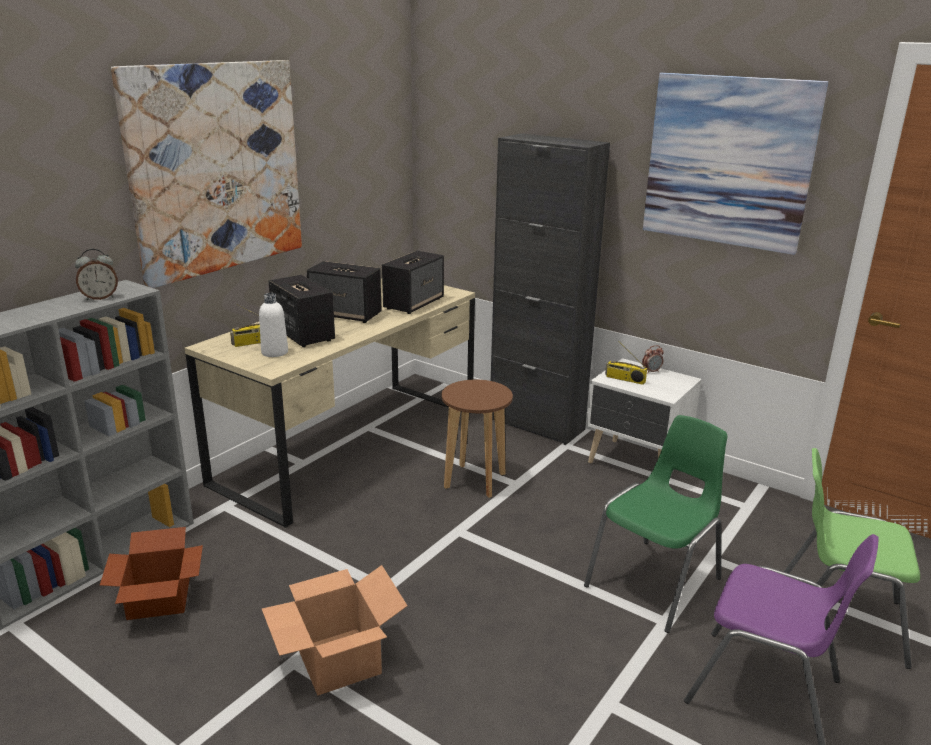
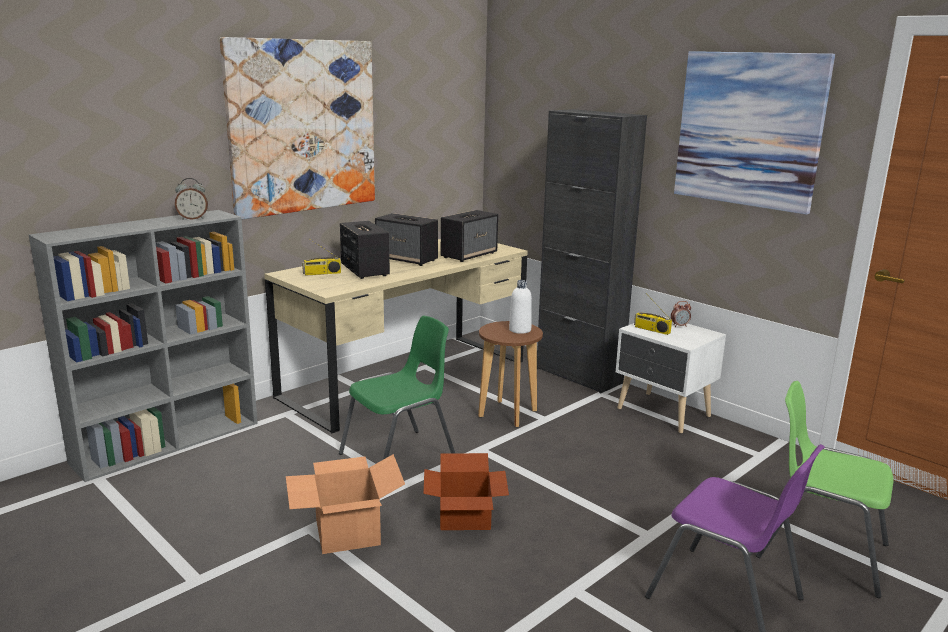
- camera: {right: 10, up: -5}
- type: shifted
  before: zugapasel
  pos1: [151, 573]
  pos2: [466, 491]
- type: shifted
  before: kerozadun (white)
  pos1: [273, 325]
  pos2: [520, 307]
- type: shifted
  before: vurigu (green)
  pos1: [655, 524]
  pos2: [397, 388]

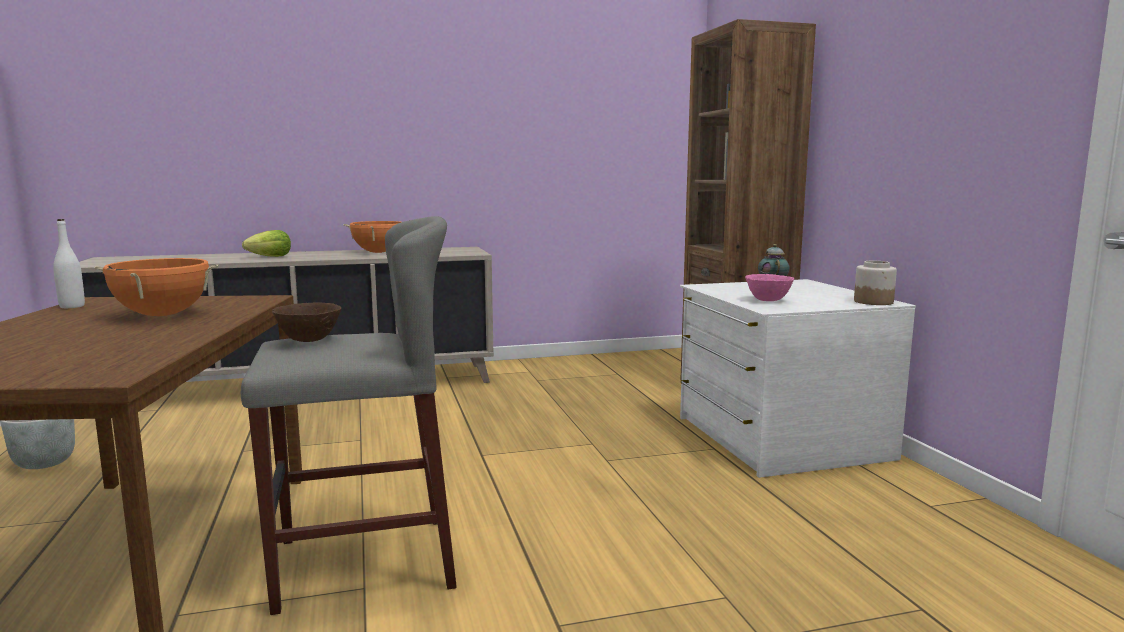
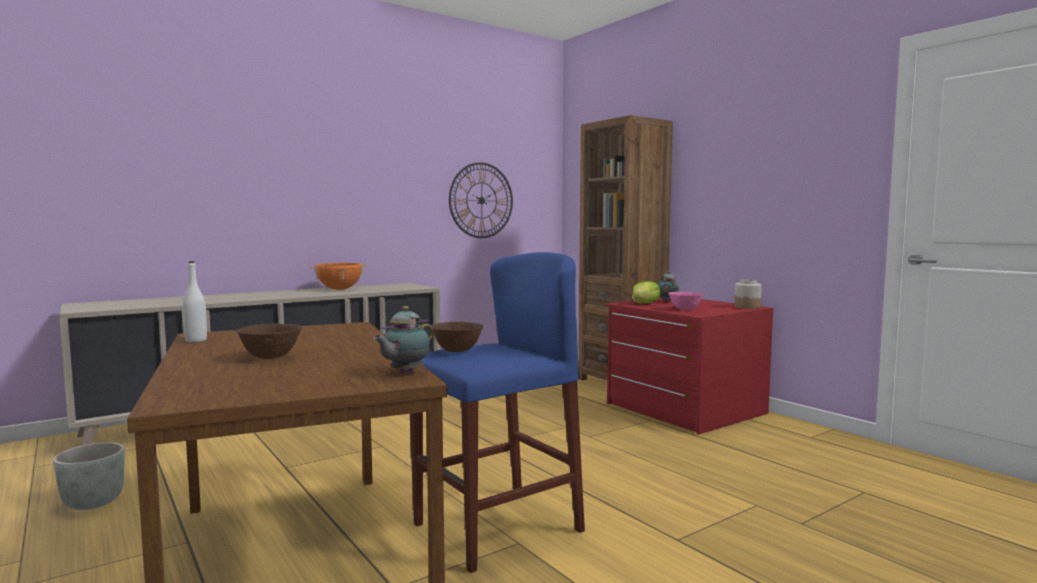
- camera: {right: -20, up: -5}
- type: gone
  before: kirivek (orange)
  pos1: [157, 287]
- type: new
  after: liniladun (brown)
  pos2: [269, 341]
- type: new
  after: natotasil
  pos2: [403, 340]
- type: new
  after: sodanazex
  pos2: [481, 200]
- type: shifted
  before: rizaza
  pos1: [266, 243]
  pos2: [646, 292]
- type: repainted
  before: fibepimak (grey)
  after: fibepimak (blue)
  pos1: [349, 415]
  pos2: [497, 412]
- type: repainted
  before: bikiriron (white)
  after: bikiriron (red)
  pos1: [798, 378]
  pos2: [689, 366]

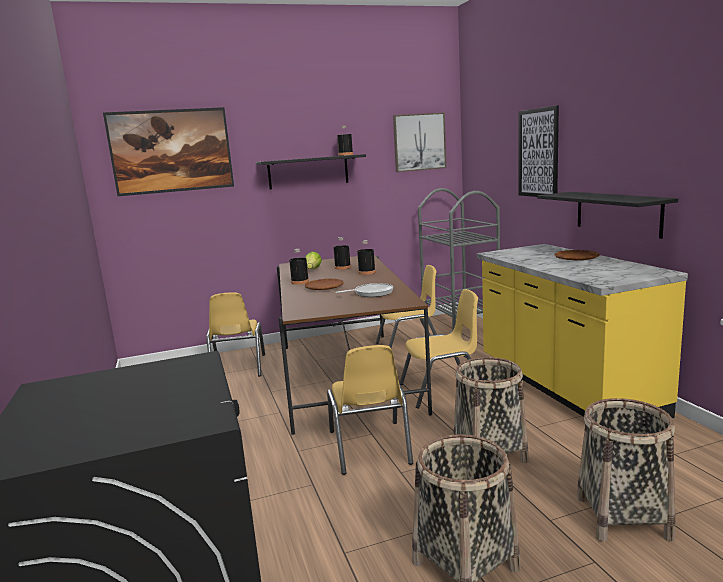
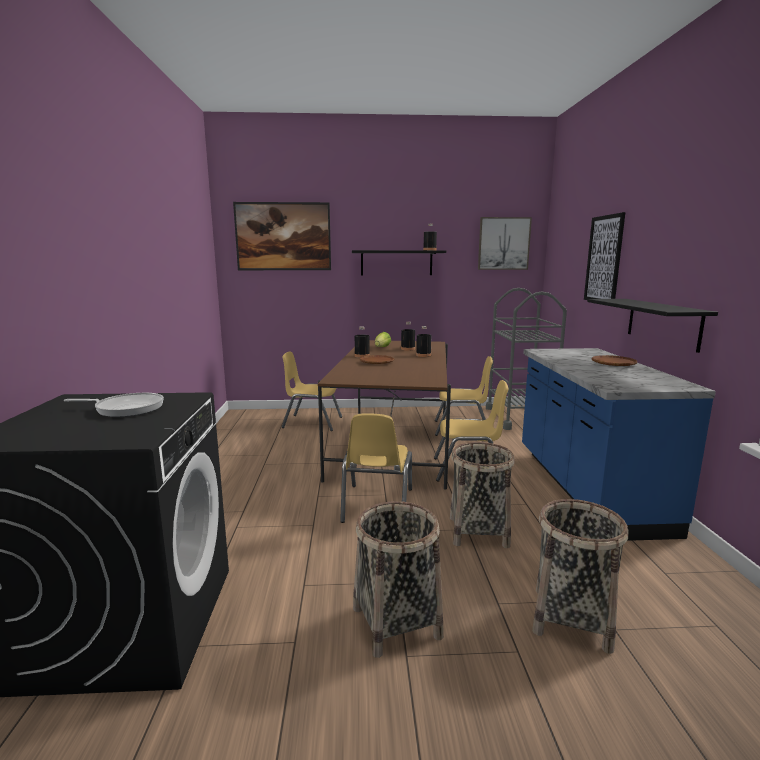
- camera: {right: 15, up: 0}
- type: shifted
  before: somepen
  pos1: [364, 290]
  pos2: [114, 405]
- type: repainted
  before: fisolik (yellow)
  after: fisolik (blue)
  pos1: [582, 331]
  pos2: [619, 444]
- type: rotated
  before: vurigu (yellow)
  pos1: [235, 334]
  pos2: [312, 391]
  turn: 90

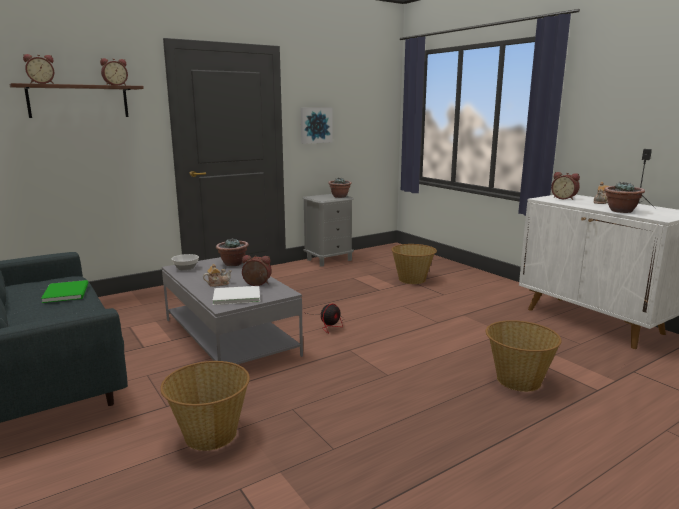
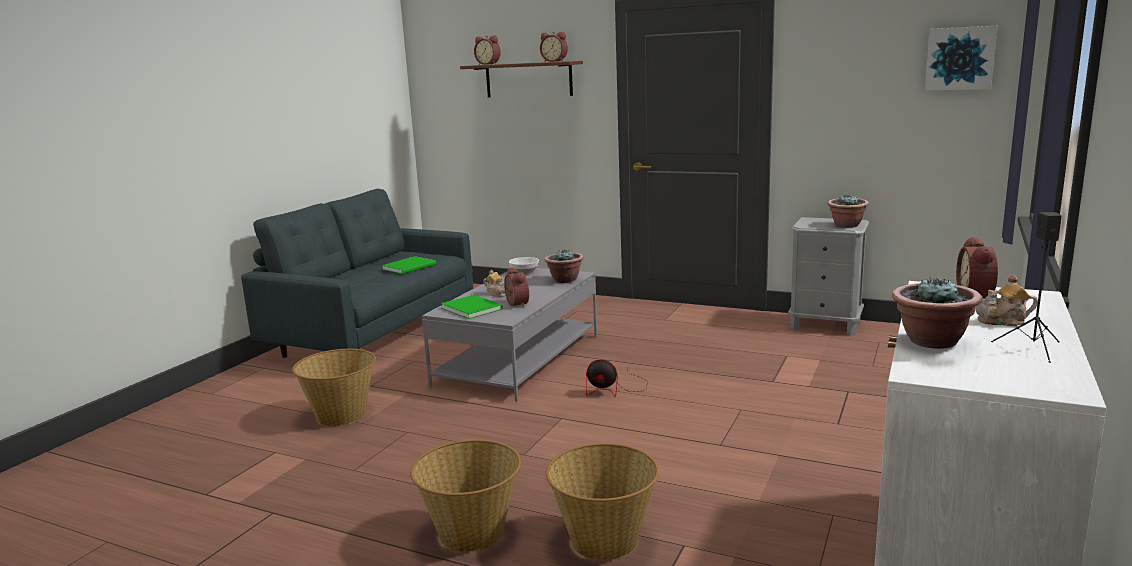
- camera: {right: 60, up: 0}
- type: shifted
  before: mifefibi
  pos1: [317, 126]
  pos2: [961, 58]
- type: shifted
  before: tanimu
  pos1: [414, 264]
  pos2: [465, 496]
- type: repainted
  before: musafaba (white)
  after: musafaba (green)
  pos1: [236, 295]
  pos2: [472, 307]

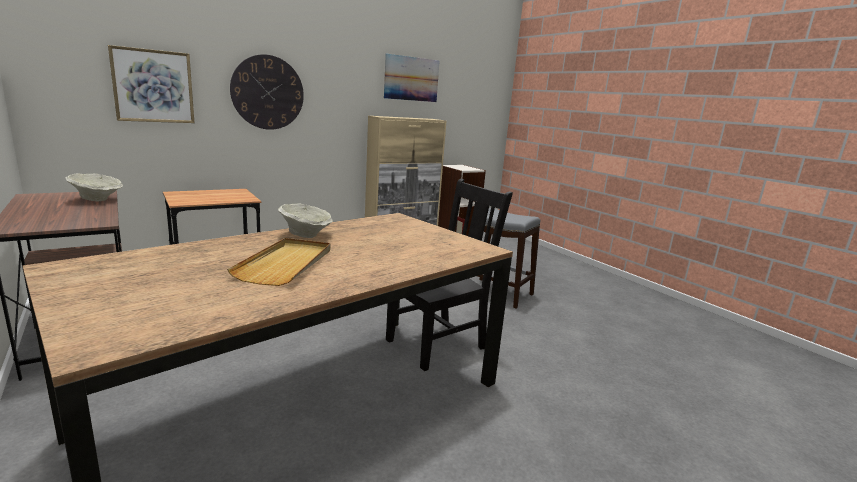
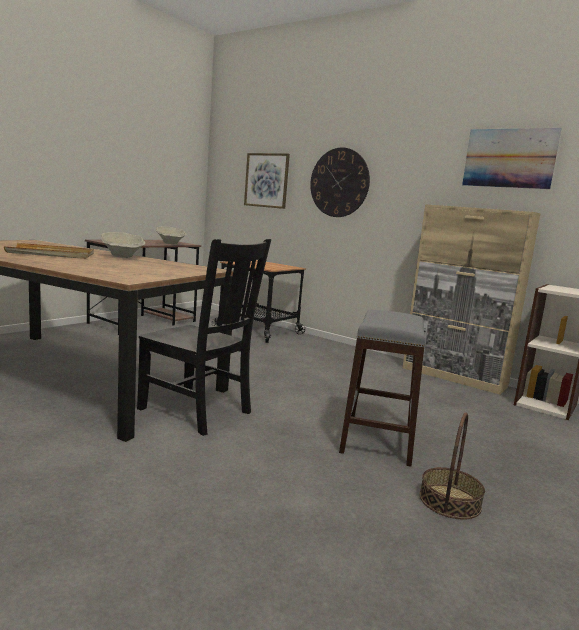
- camera: {right: 70, up: -5}
- type: new
  after: tanimu
  pos2: [452, 466]

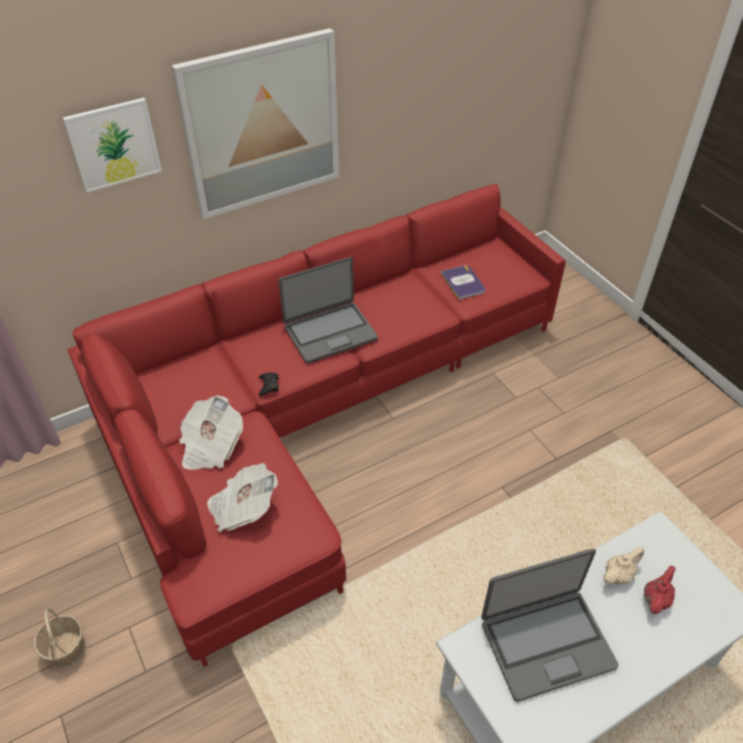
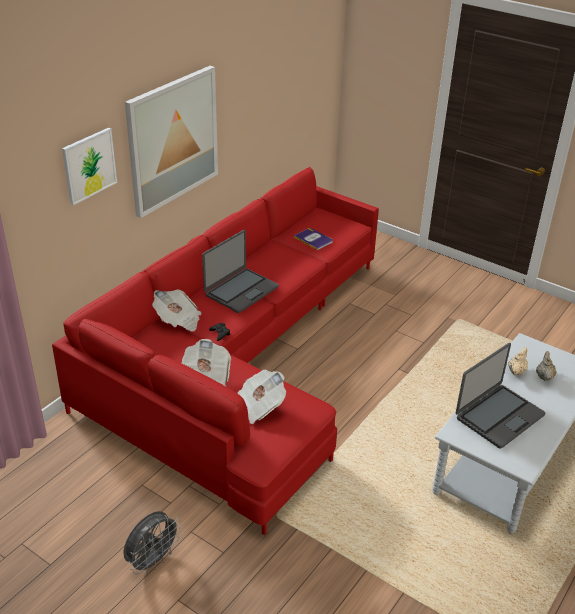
- camera: {right: -25, up: -10}
- type: new
  after: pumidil
  pos2: [176, 310]
- type: swapped
  before: tanimu
  after: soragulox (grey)
  pos1: [60, 638]
  pos2: [152, 542]
- type: repainted
  before: natotasil (red)
  after: natotasil (beige)
  pos1: [659, 590]
  pos2: [546, 366]

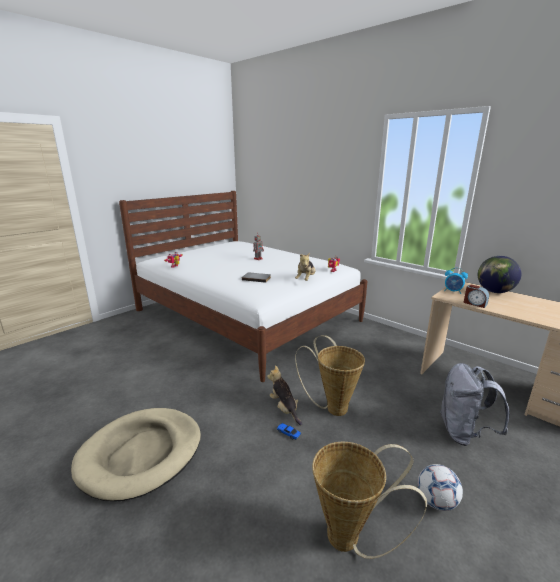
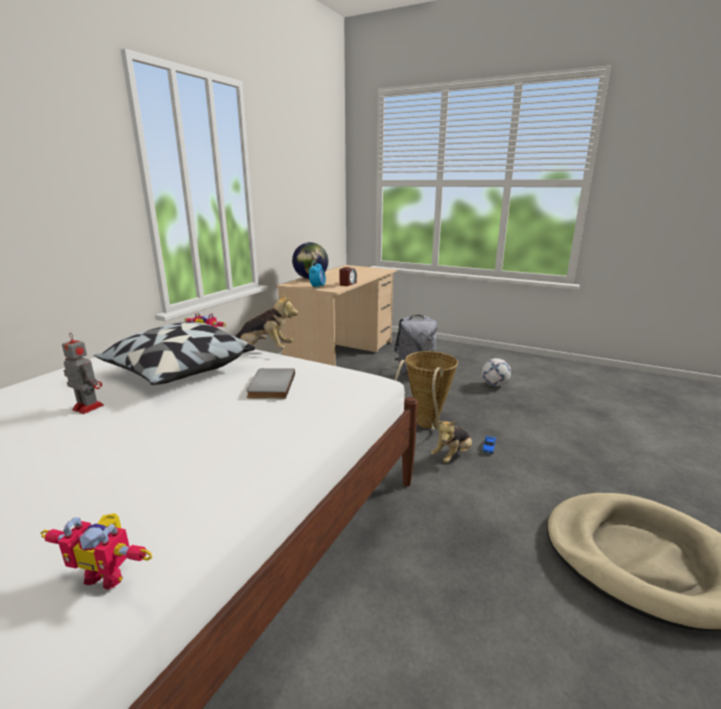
- camera: {right: -105, up: 0}
- type: gone
  before: tanimu
  pos1: [369, 500]
- type: new
  after: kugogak
  pos2: [174, 353]

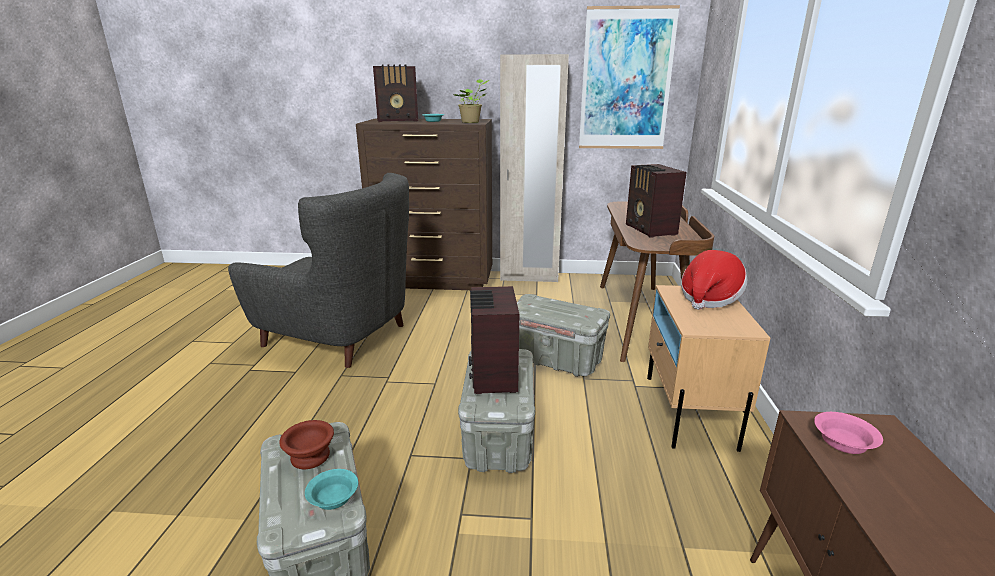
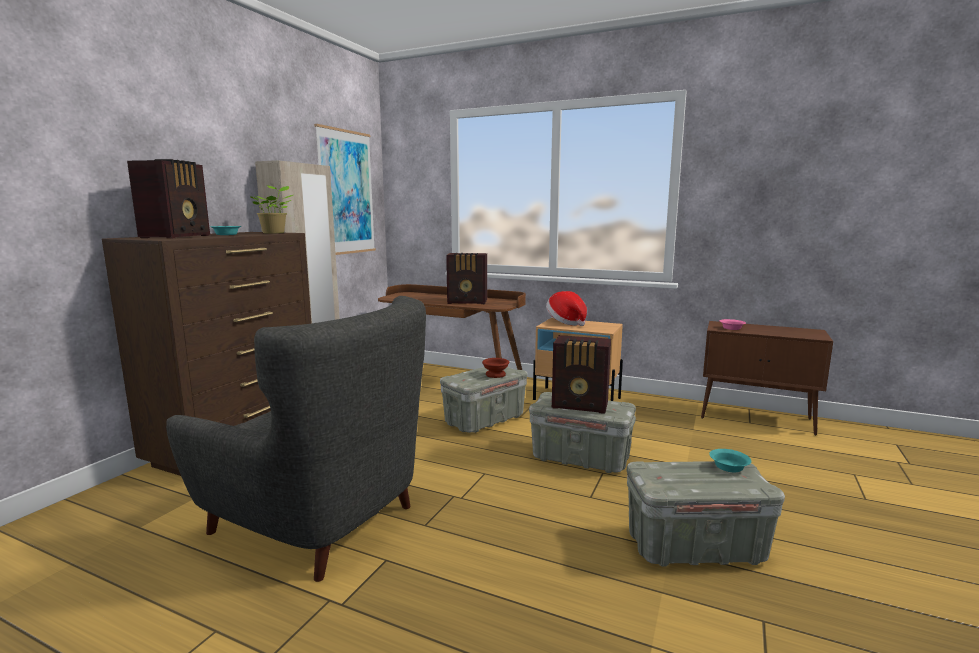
- camera: {right: -70, up: -10}
- type: shifted
  before: liniladun (brown)
  pos1: [306, 444]
  pos2: [495, 368]
- type: rotated
  before: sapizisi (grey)
  pos1: [318, 270]
  pos2: [296, 439]
  turn: 75

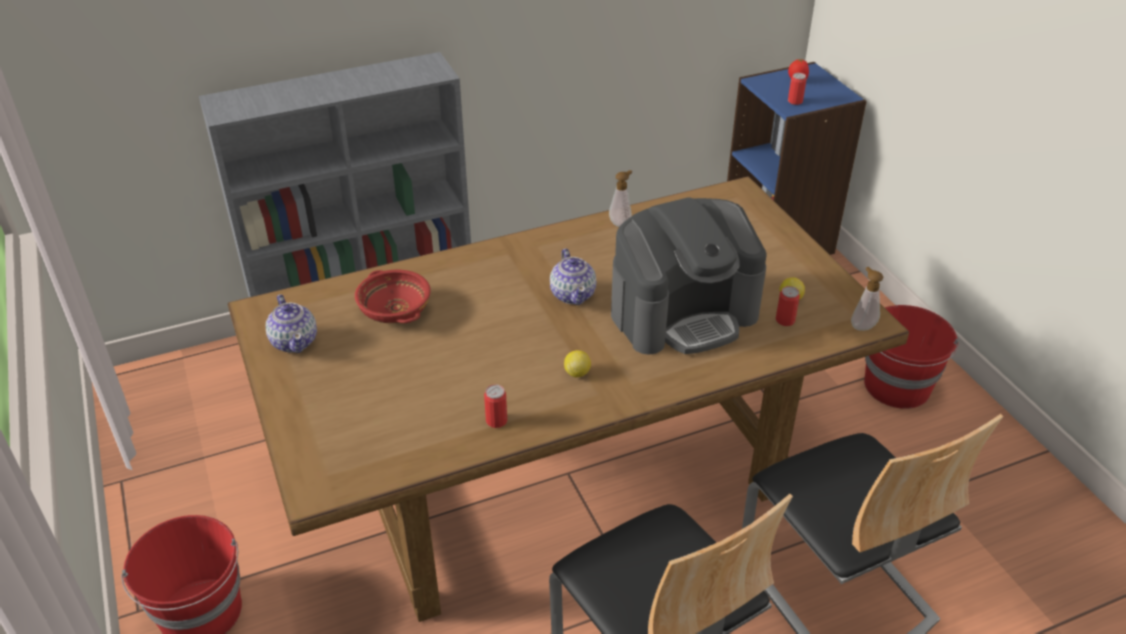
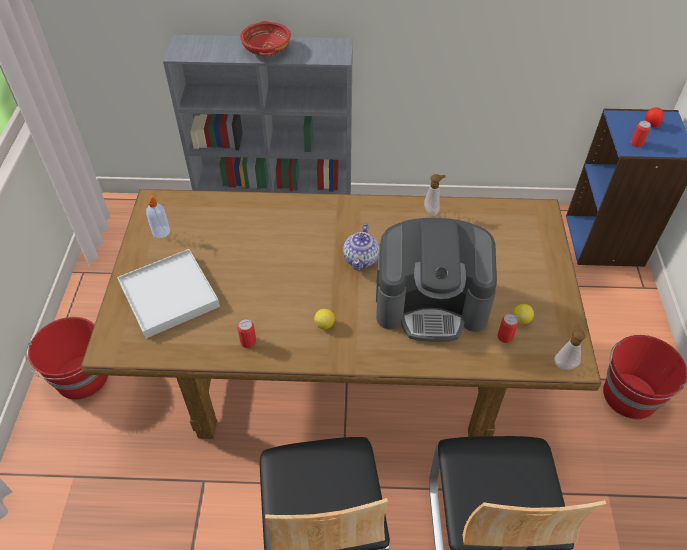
- camera: {right: 25, up: 10}
- type: new
  after: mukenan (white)
  pos2: [168, 293]
- type: shifted
  before: liniladun (red)
  pos1: [393, 296]
  pos2: [265, 38]
- type: swapped
  before: natotasil
  after: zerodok
  pos1: [291, 323]
  pos2: [158, 216]

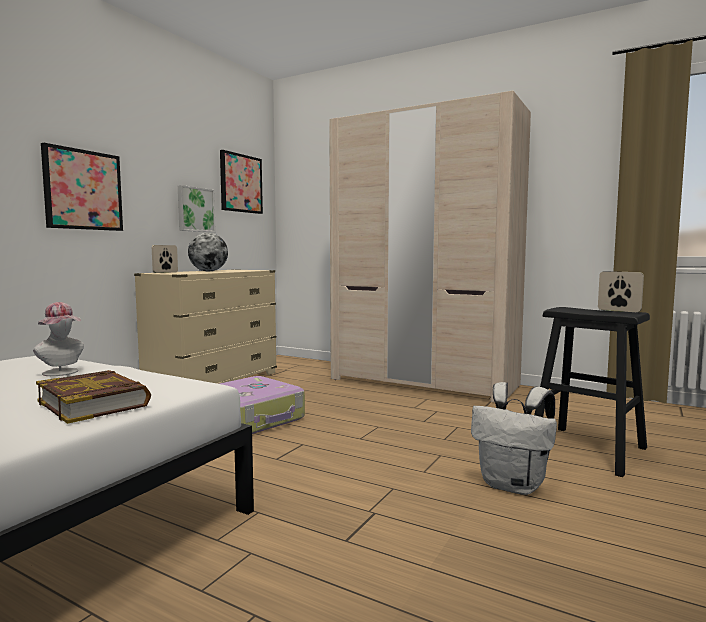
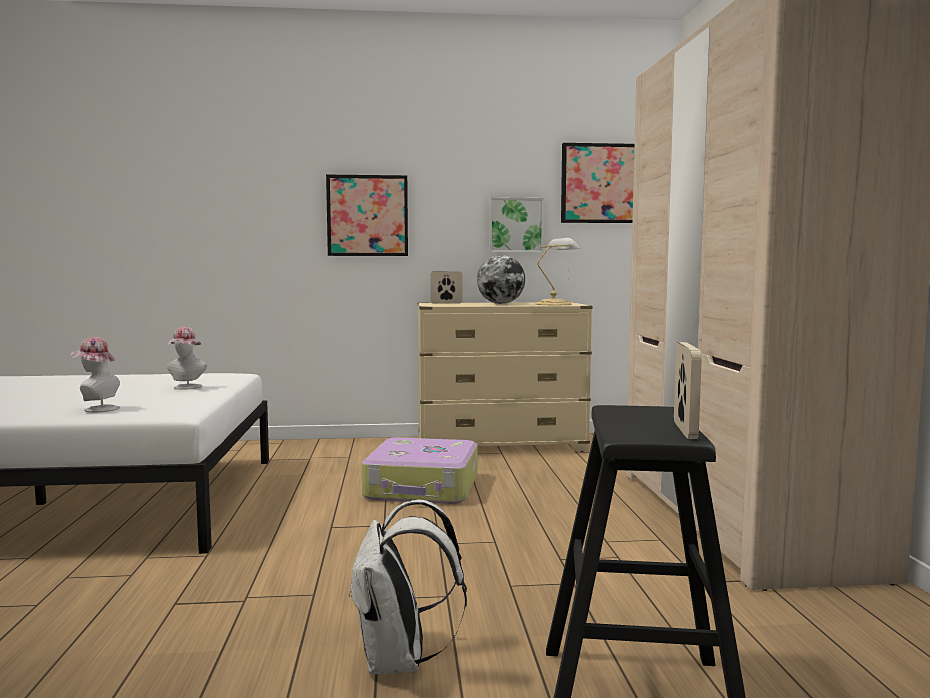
- camera: {right: 55, up: 0}
- type: new
  after: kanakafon
  pos2: [557, 271]
- type: swapped
  before: musafaba
  after: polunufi
  pos1: [93, 397]
  pos2: [95, 374]

